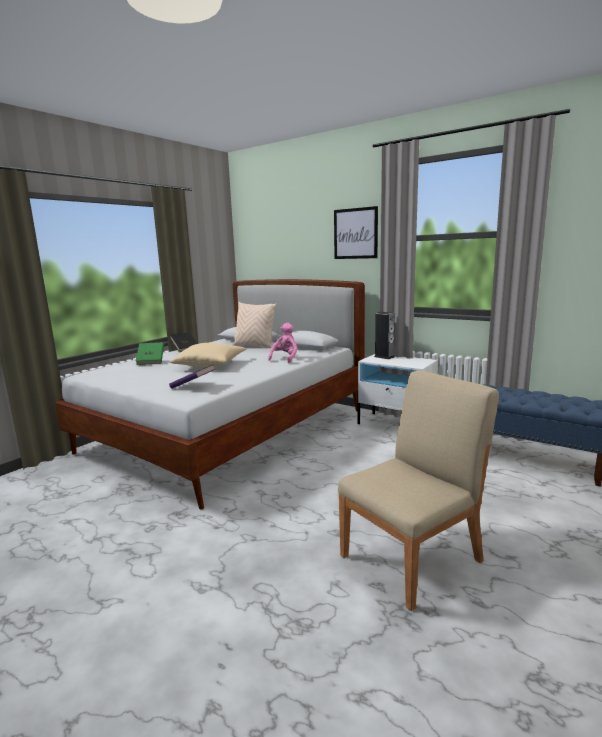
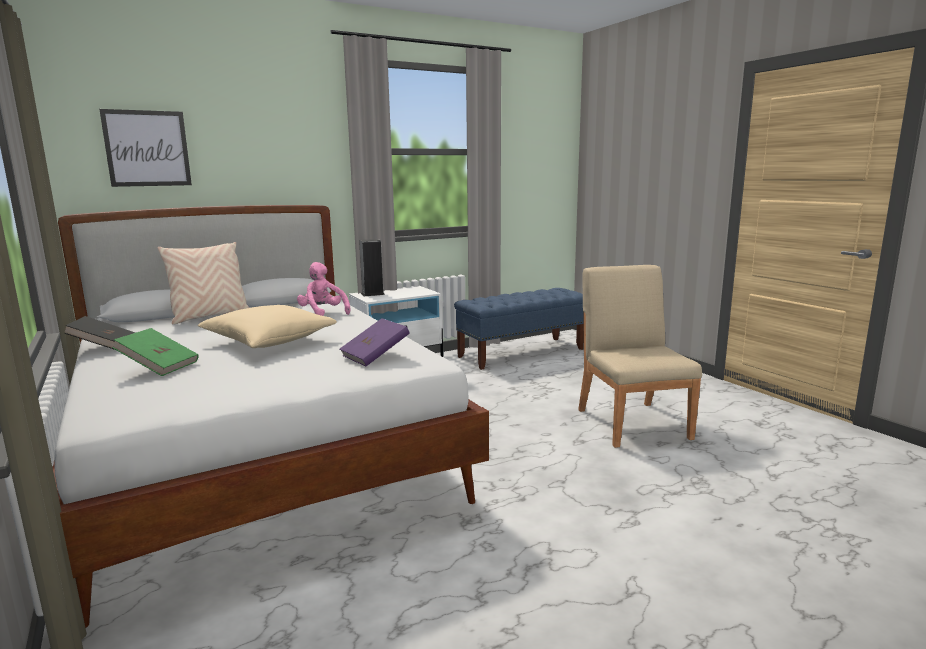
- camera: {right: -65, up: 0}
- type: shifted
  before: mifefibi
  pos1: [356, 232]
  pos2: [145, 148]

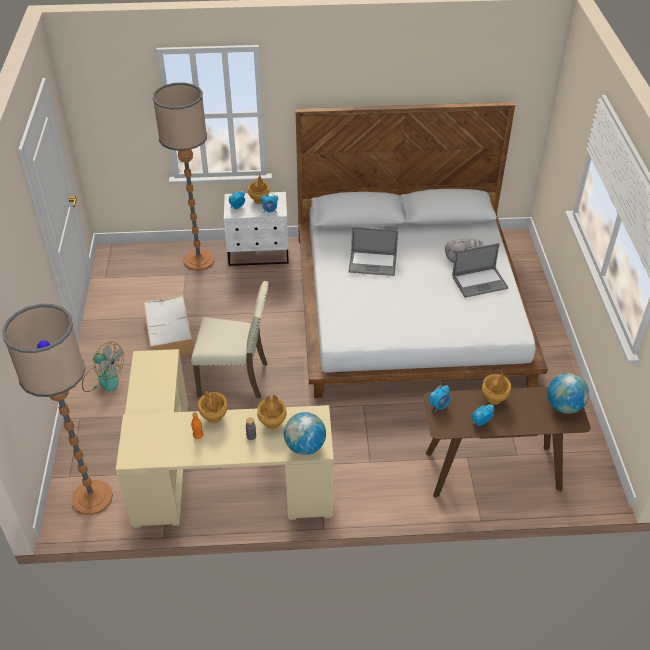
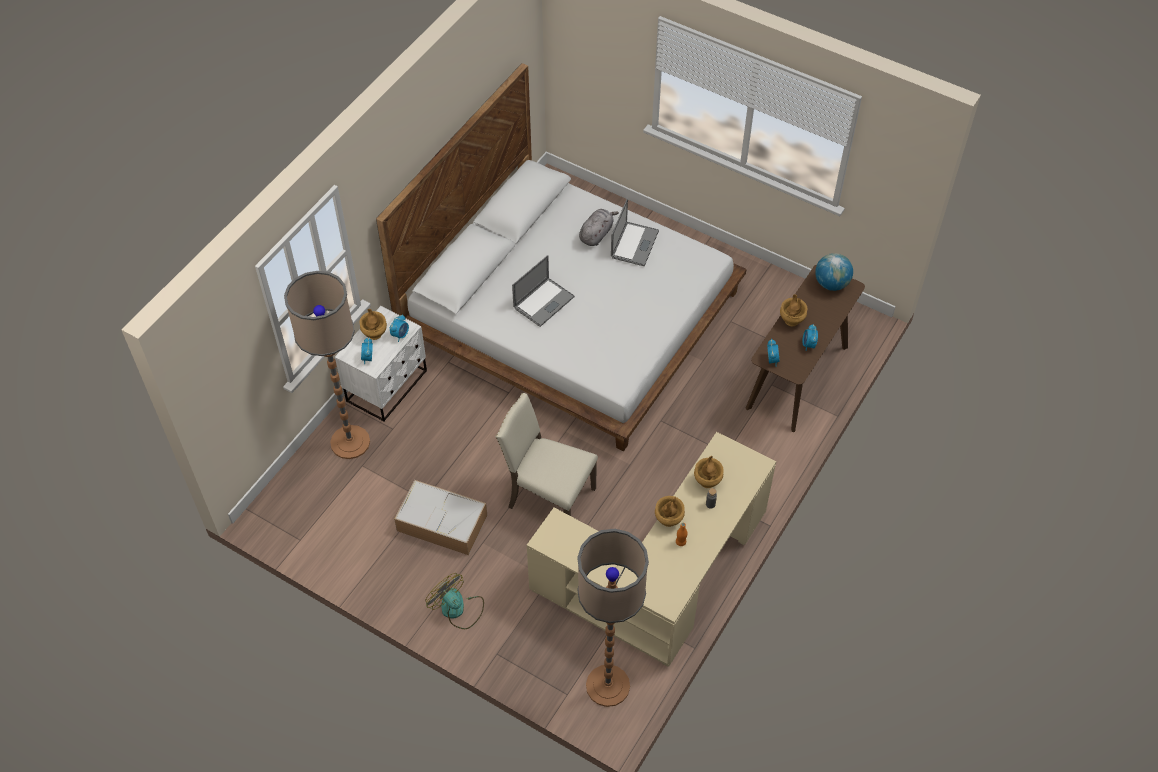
- camera: {right: -55, up: 10}
- type: gone
  before: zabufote
  pos1: [305, 433]
- type: rotated
  before: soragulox
  pos1: [103, 366]
  pos2: [454, 601]
  turn: -105
- type: rotated
  before: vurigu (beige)
  pos1: [230, 339]
  pos2: [546, 454]
  turn: -105

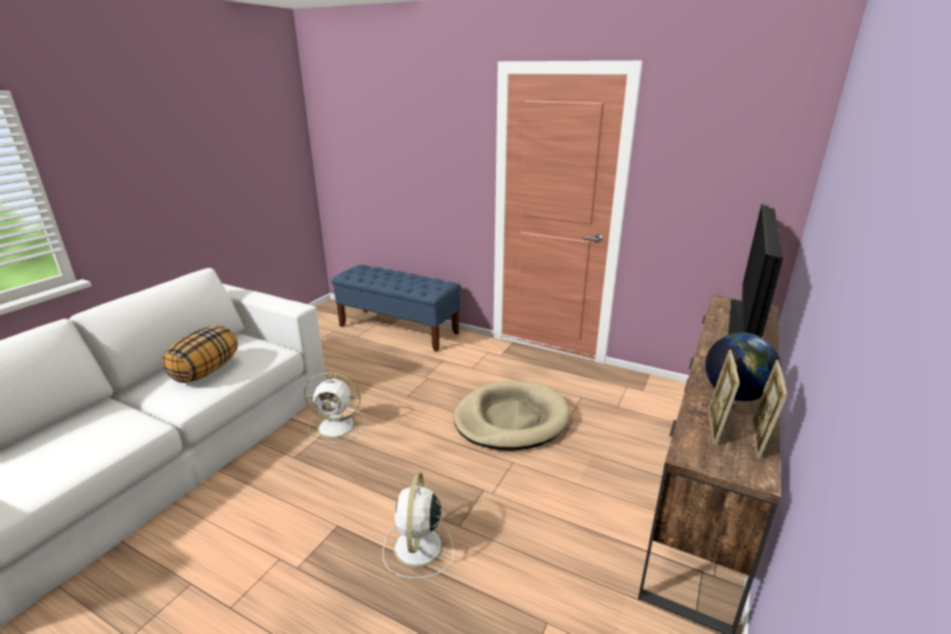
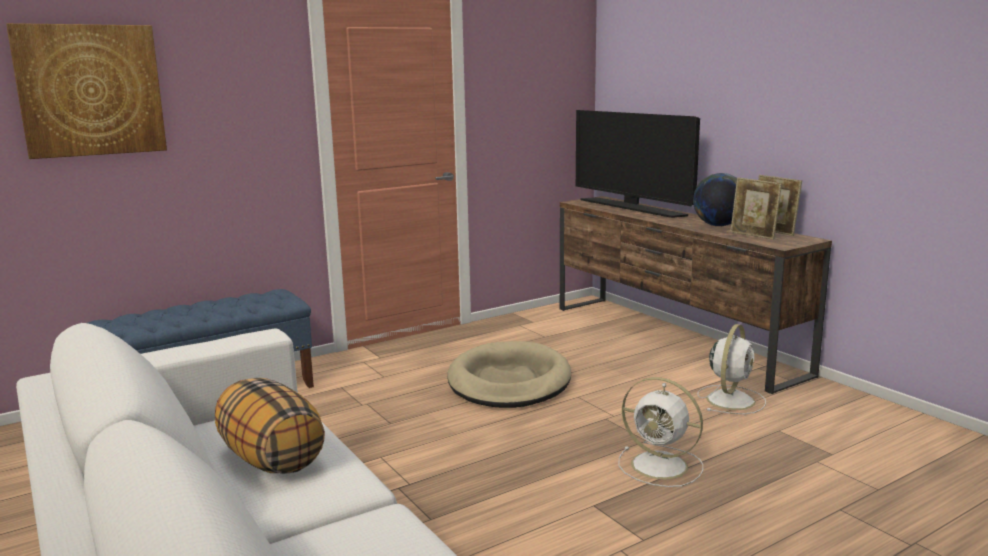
- camera: {right: -60, up: -10}
- type: new
  after: mifefibi
  pos2: [86, 91]
- type: shifted
  before: soragulox (white)
  pos1: [334, 407]
  pos2: [731, 369]

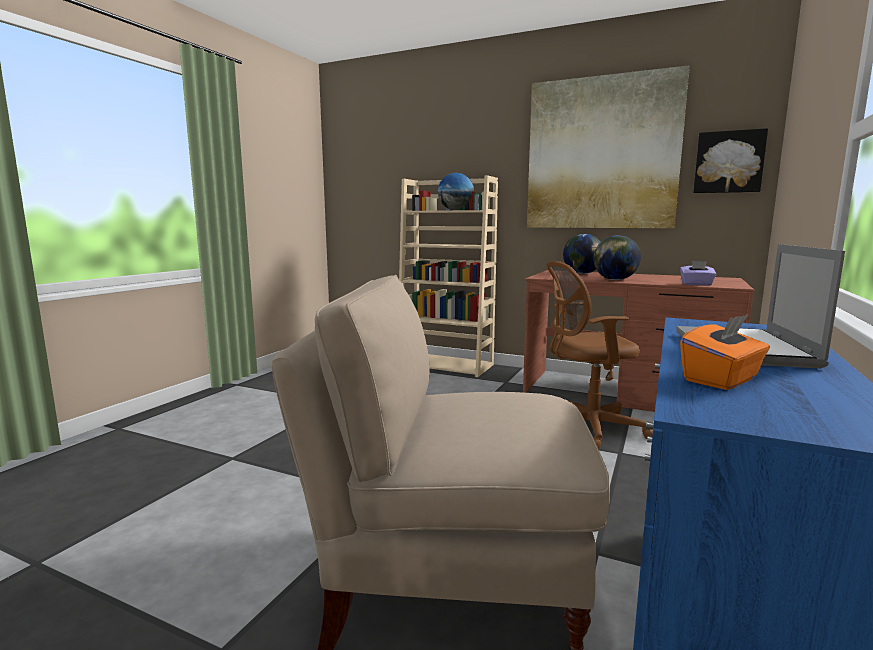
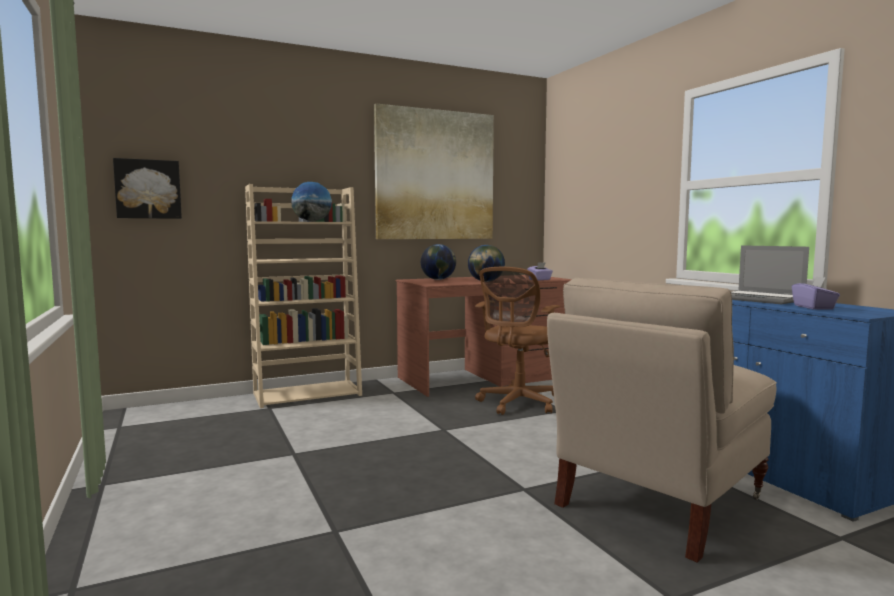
- camera: {right: -50, up: -5}
- type: shifted
  before: mifefibi
  pos1: [730, 160]
  pos2: [147, 188]
- type: repainted
  before: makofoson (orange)
  after: makofoson (purple)
  pos1: [725, 352]
  pos2: [816, 293]

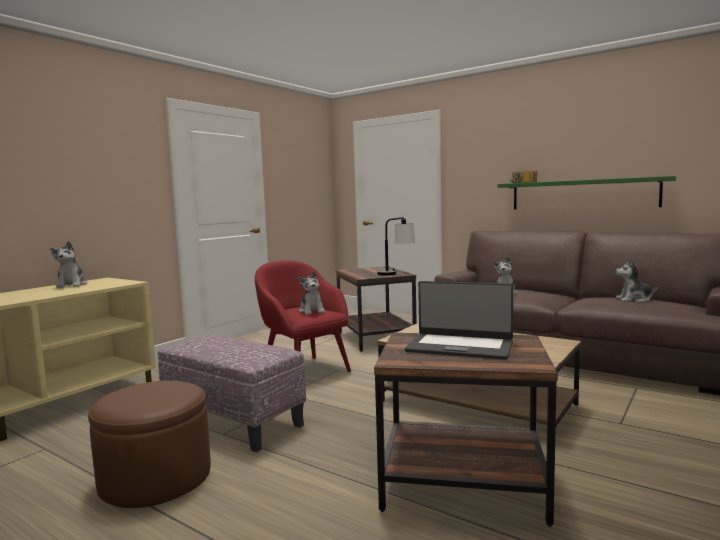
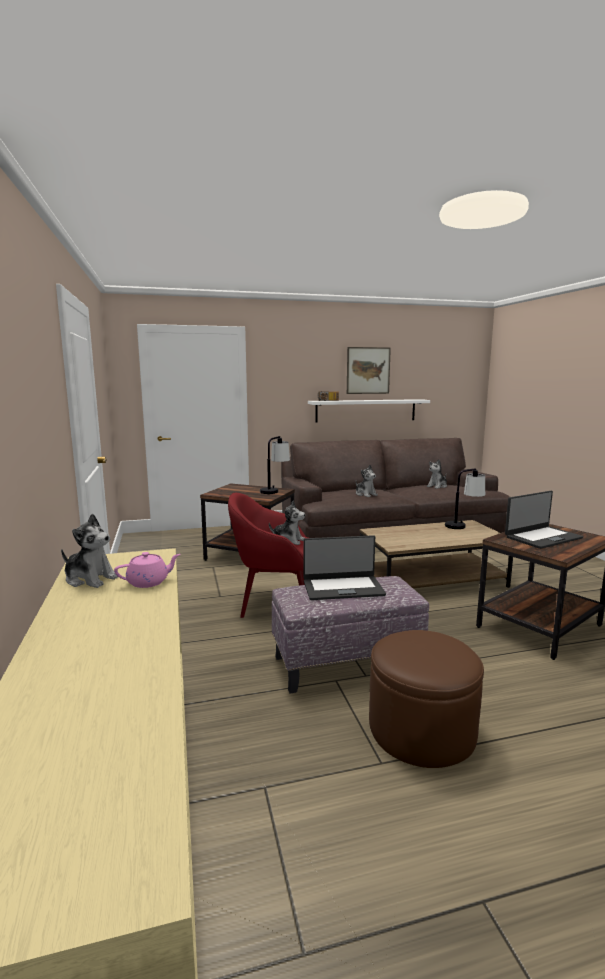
- camera: {right: -50, up: 5}
- type: new
  after: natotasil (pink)
  pos2: [147, 570]
- type: new
  after: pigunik
  pos2: [344, 567]
- type: new
  after: mifefibi
  pos2: [369, 370]
- type: new
  after: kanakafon
  pos2: [465, 498]
- type: repainted
  before: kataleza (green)
  after: kataleza (white)
  pos1: [587, 193]
  pos2: [369, 411]

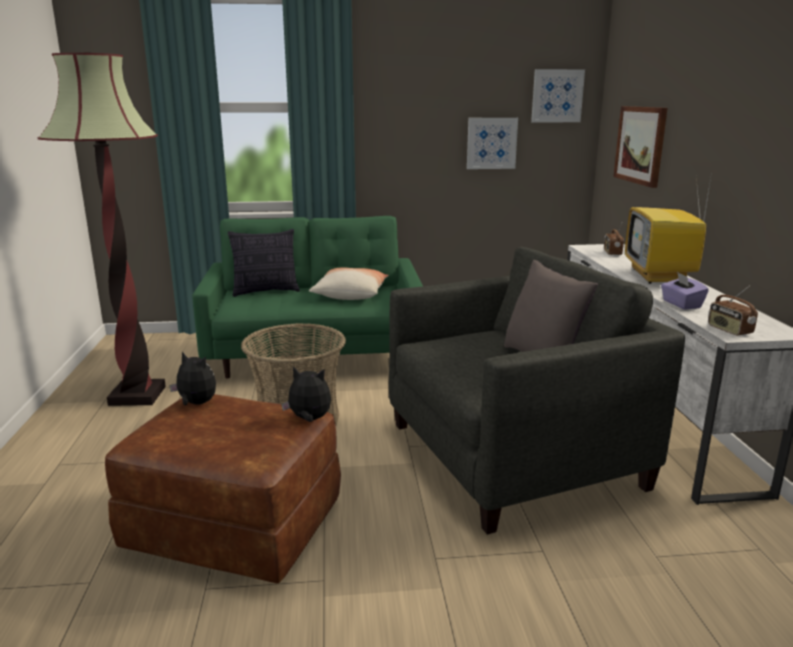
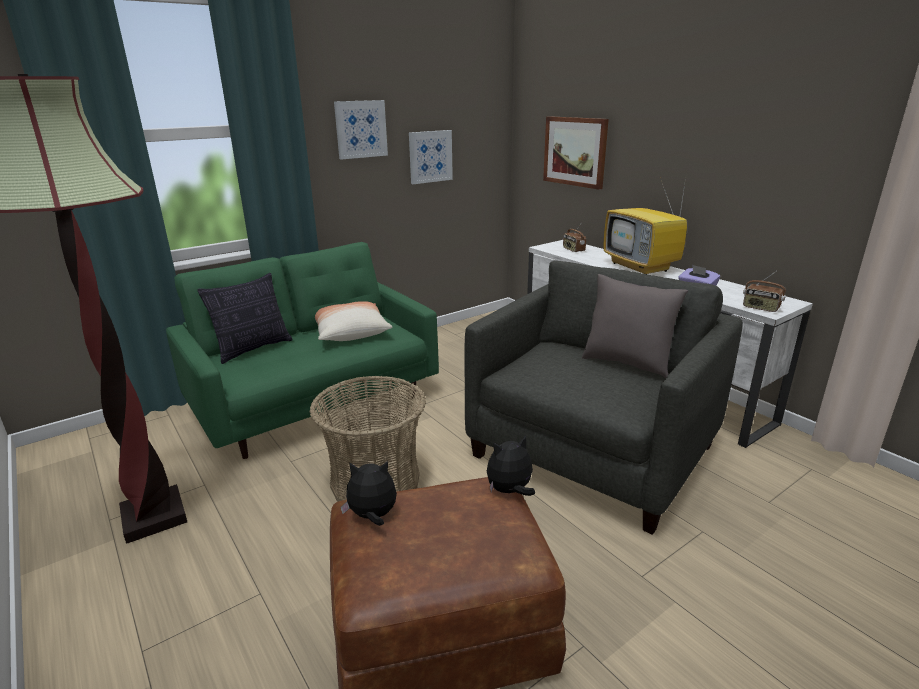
- camera: {right: -30, up: 5}
- type: shifted
  before: mifefibi
  pos1: [558, 96]
  pos2: [361, 130]

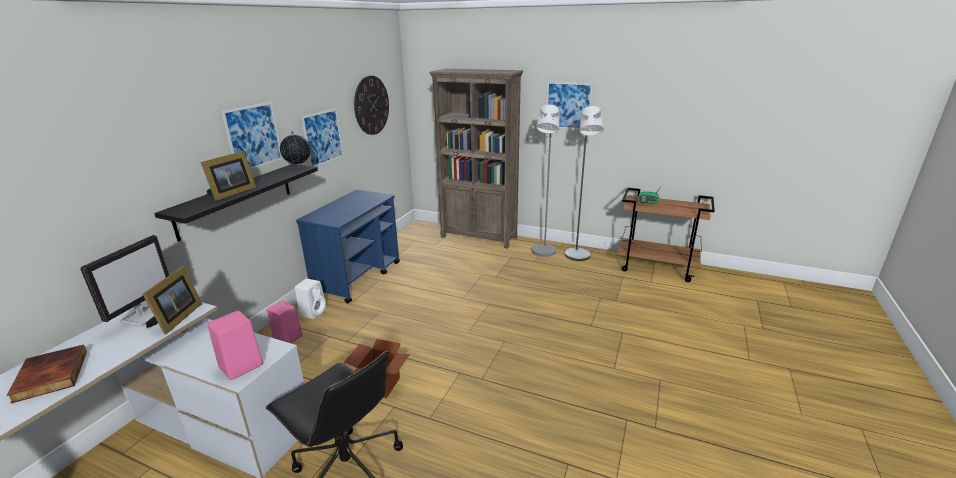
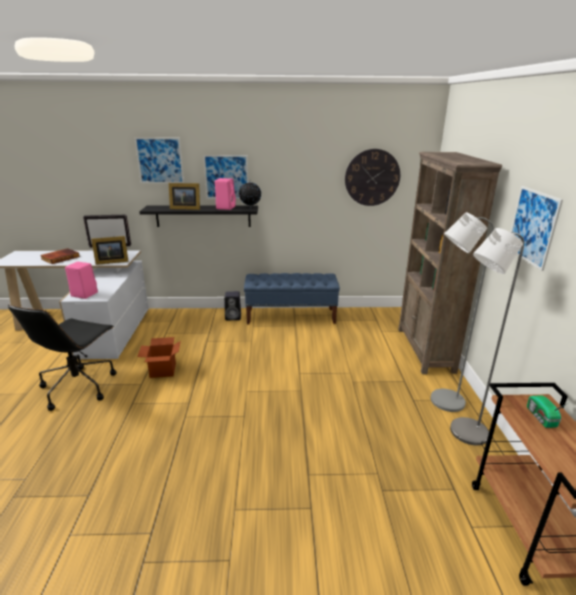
- camera: {right: 65, up: 0}
- type: shifted
  before: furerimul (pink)
  pos1: [284, 322]
  pos2: [225, 194]
- type: shifted
  before: mifefibi
  pos1: [322, 137]
  pos2: [159, 160]
- type: swapped
  before: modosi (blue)
  after: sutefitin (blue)
  pos1: [348, 247]
  pos2: [292, 298]
- type: repainted
  before: furerimul (white)
  after: furerimul (black)
  pos1: [310, 298]
  pos2: [232, 305]

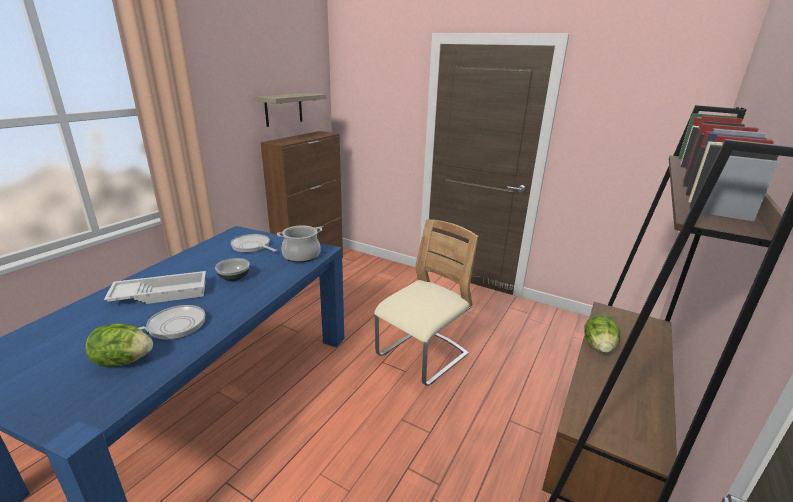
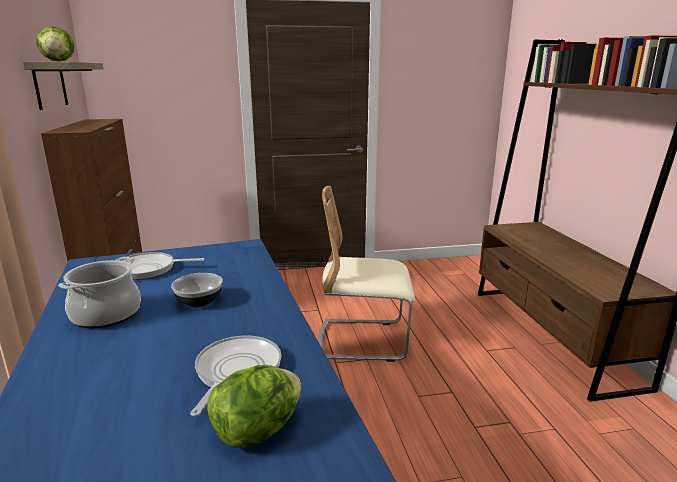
- camera: {right: -40, up: -5}
- type: gone
  before: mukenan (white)
  pos1: [155, 287]
- type: shifted
  before: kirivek
  pos1: [299, 244]
  pos2: [99, 292]
- type: shifted
  before: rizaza
  pos1: [603, 333]
  pos2: [55, 44]
- type: rotated
  before: vurigu (beige)
  pos1: [426, 302]
  pos2: [366, 274]
  turn: -90

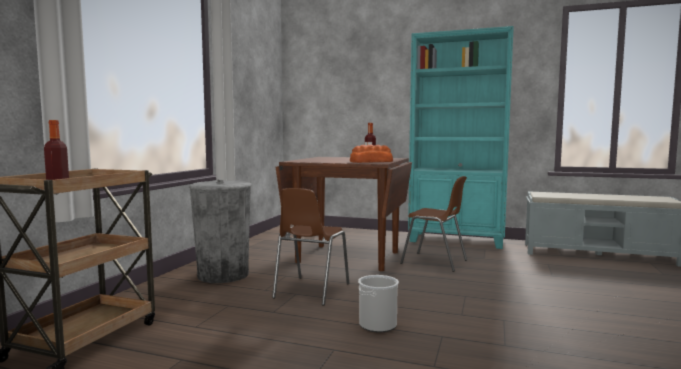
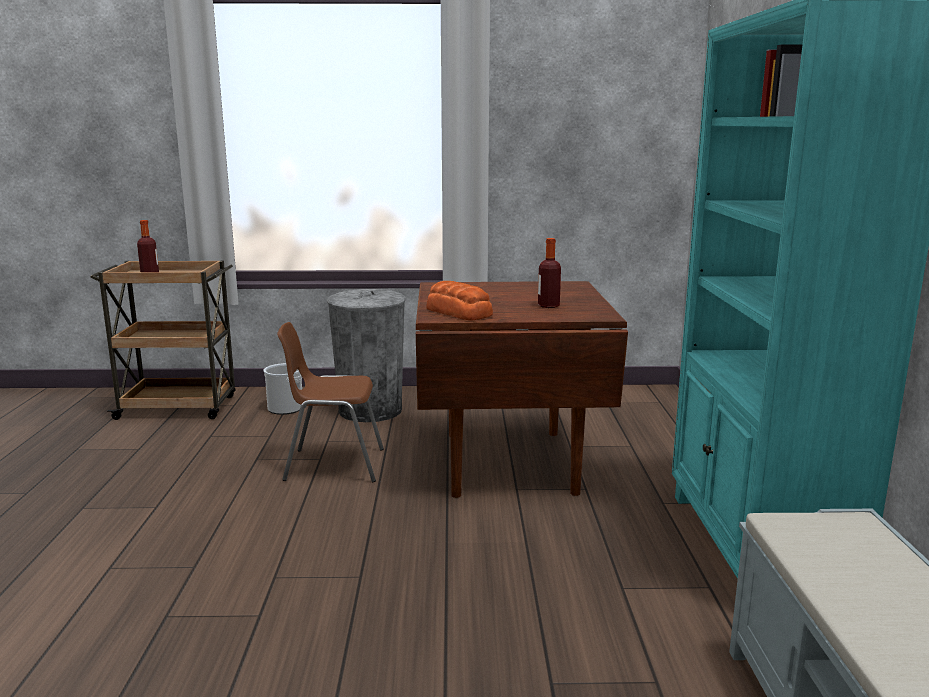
- camera: {right: 70, up: 10}
- type: gone
  before: vurigu (brown)
  pos1: [433, 224]
- type: shifted
  before: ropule
  pos1: [378, 303]
  pos2: [282, 389]

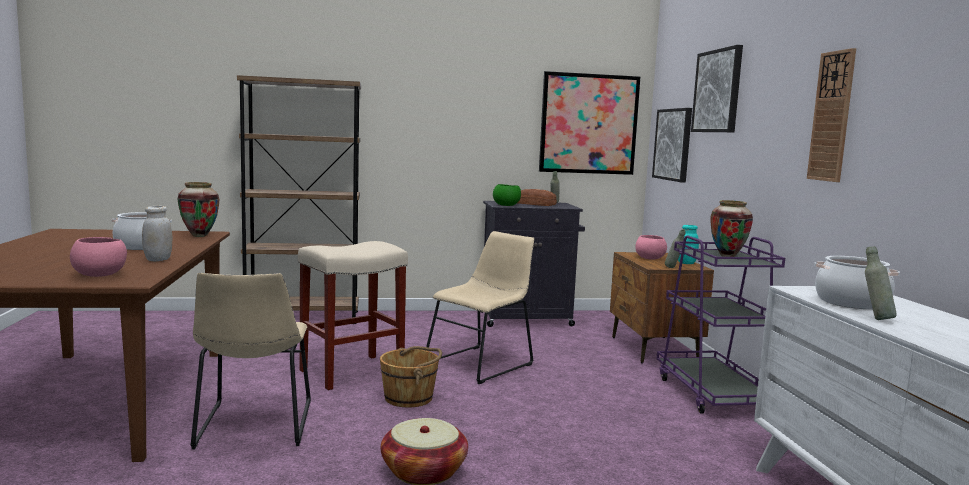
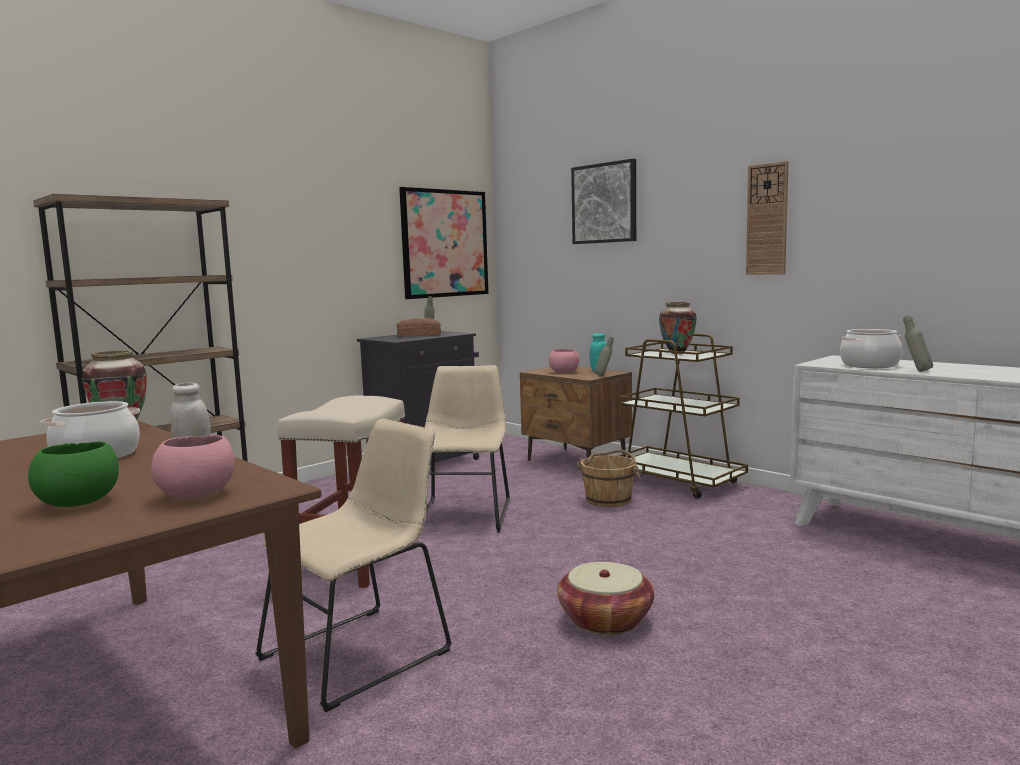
- camera: {right: -35, up: 0}
- type: gone
  before: mifefibi
  pos1: [672, 145]
- type: shifted
  before: ropule (brown)
  pos1: [411, 376]
  pos2: [609, 478]
- type: shifted
  before: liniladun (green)
  pos1: [507, 195]
  pos2: [73, 474]
- type: repainted
  before: modosi (purple)
  after: modosi (brown)
  pos1: [721, 324]
  pos2: [683, 416]
- type: rotated
  before: vurigu (beige)
  pos1: [250, 361]
  pos2: [353, 565]
  turn: -90

